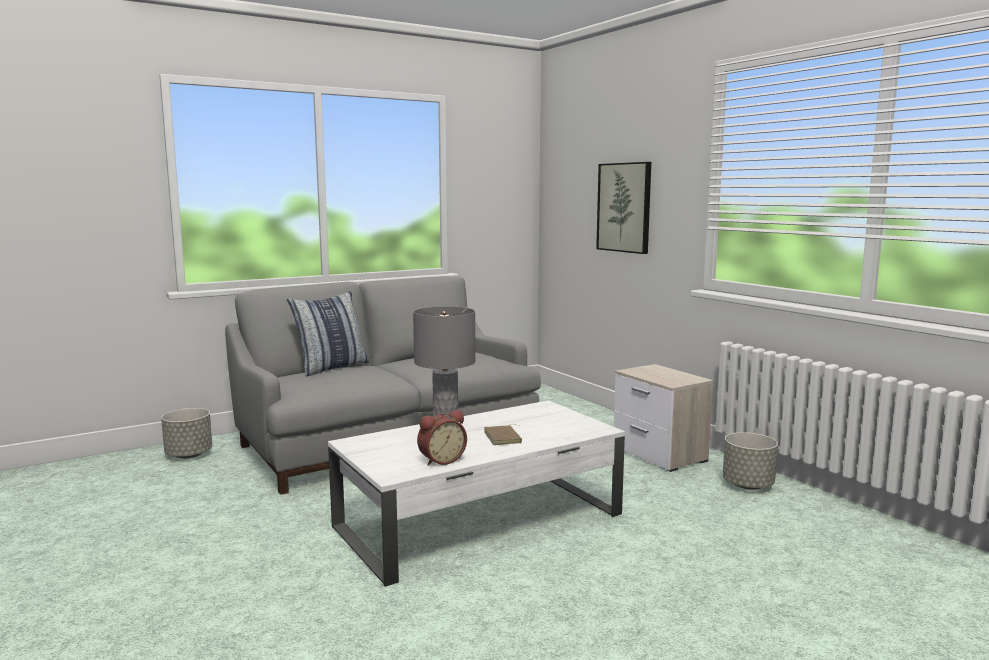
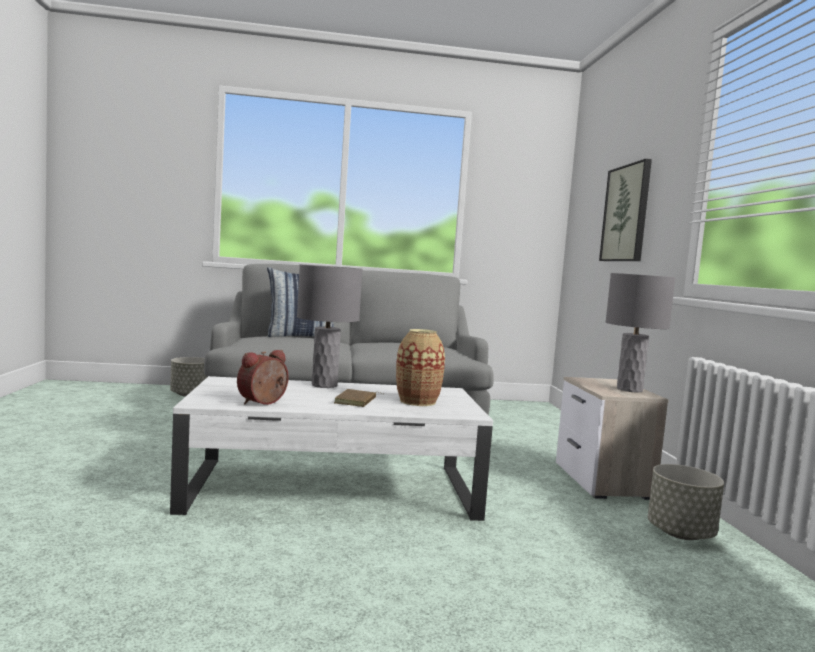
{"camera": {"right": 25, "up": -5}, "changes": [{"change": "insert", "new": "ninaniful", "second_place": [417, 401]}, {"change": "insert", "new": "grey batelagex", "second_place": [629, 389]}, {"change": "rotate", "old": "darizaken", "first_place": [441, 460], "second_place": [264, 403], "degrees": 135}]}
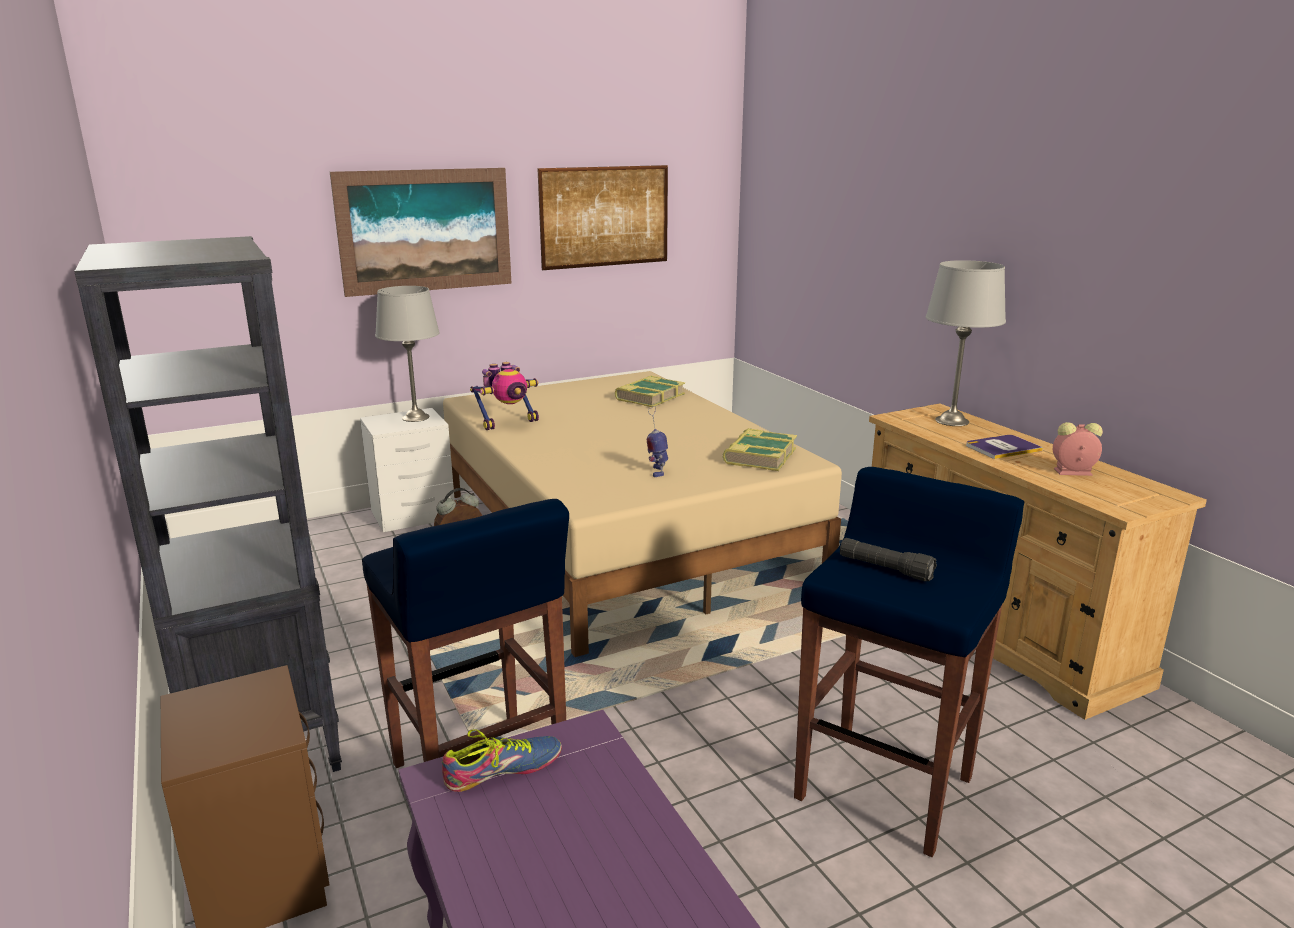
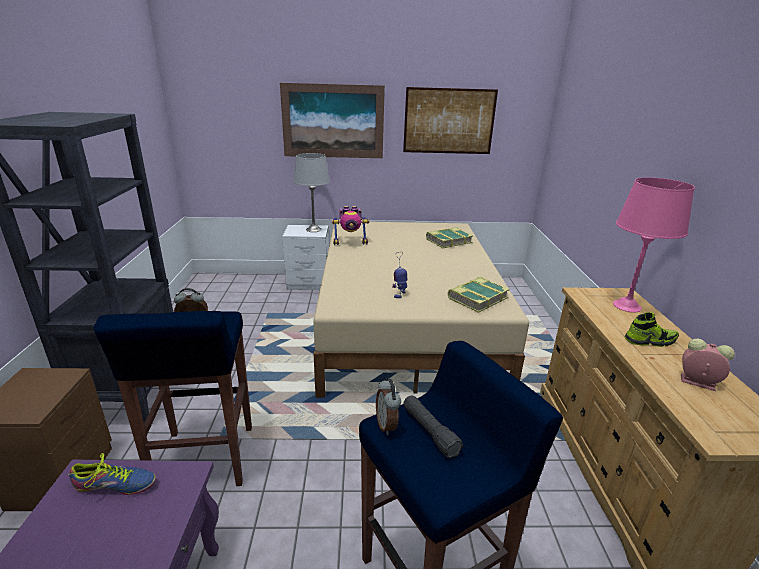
{"camera": {"right": 25, "up": 5}, "changes": [{"change": "insert", "new": "darizaken", "second_place": [387, 425]}, {"change": "replace", "old": "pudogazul", "new": "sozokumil", "first_place": [1002, 448], "second_place": [649, 341]}, {"change": "recolor", "old": "grey batelagex", "new": "pink batelagex", "first_place": [952, 421], "second_place": [627, 306]}]}
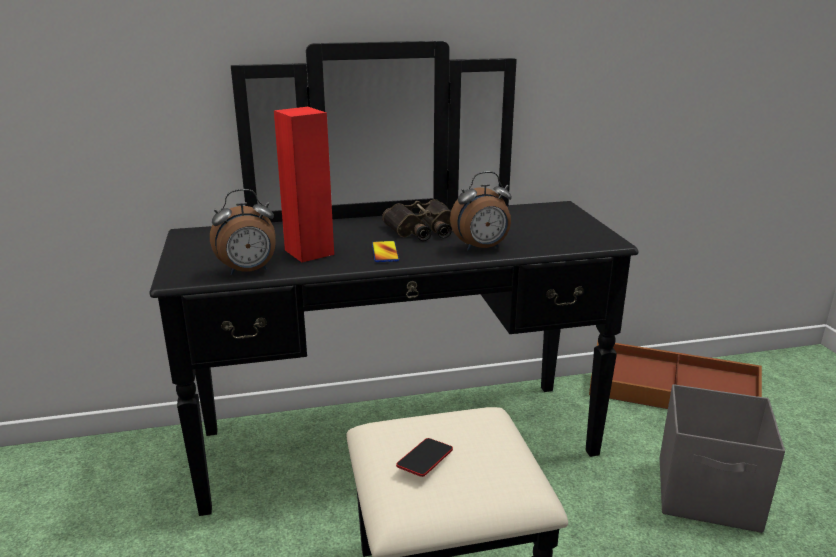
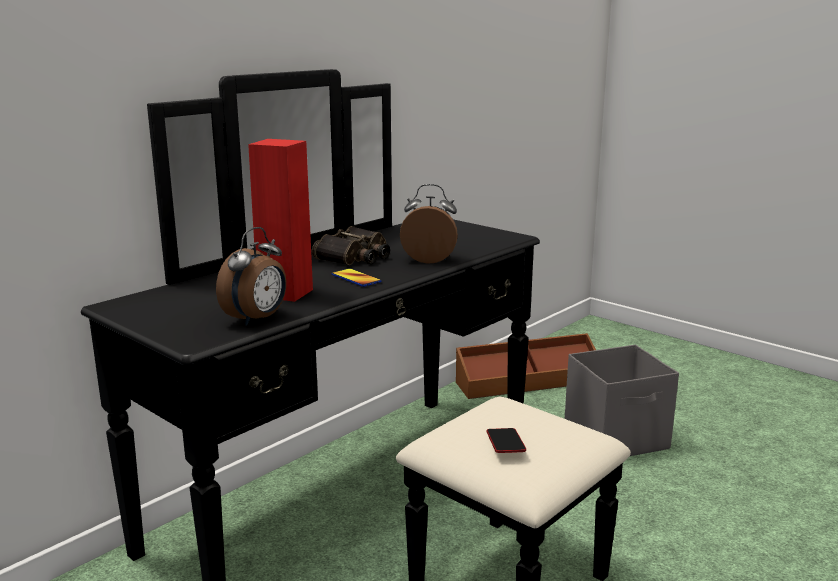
{"camera": {"right": -35, "up": -5}, "changes": [{"change": "rotate", "old": "darizaken", "first_place": [481, 248], "second_place": [430, 259], "degrees": -120}]}
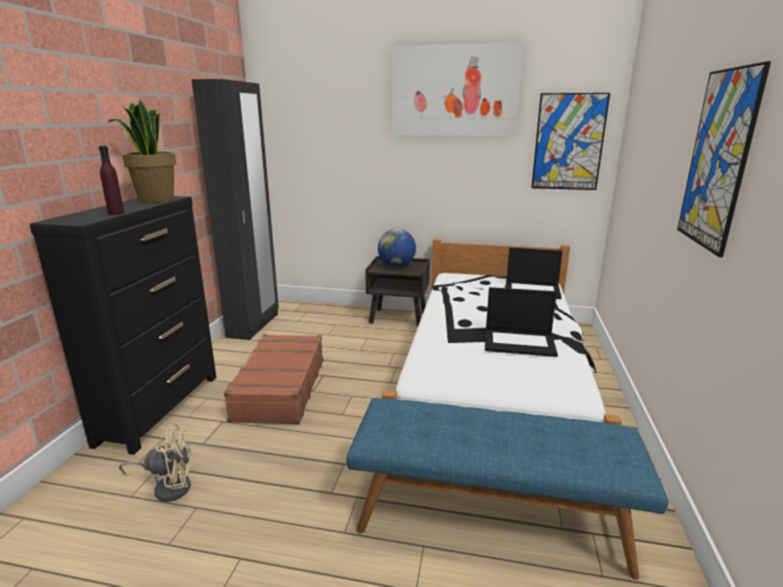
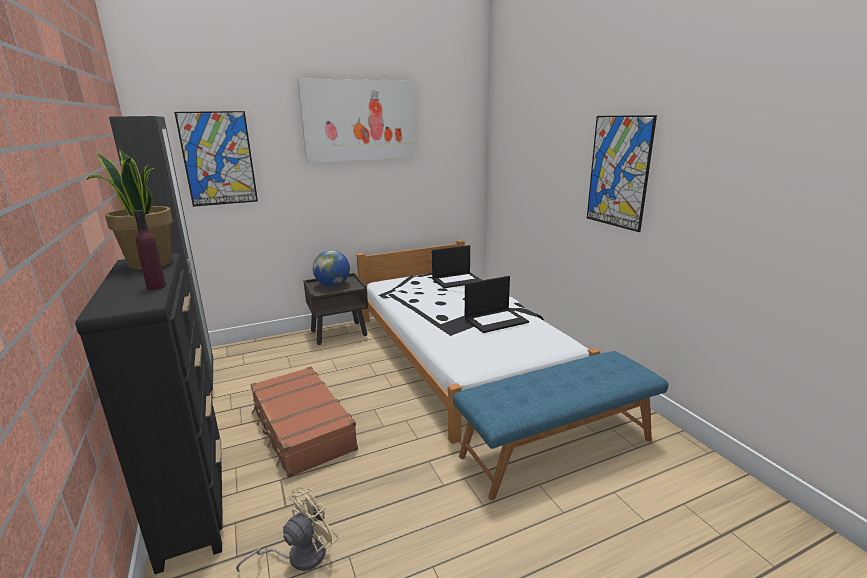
{"camera": {"right": -35, "up": 0}, "changes": [{"change": "move", "old": "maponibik", "first_place": [568, 142], "second_place": [218, 159]}]}
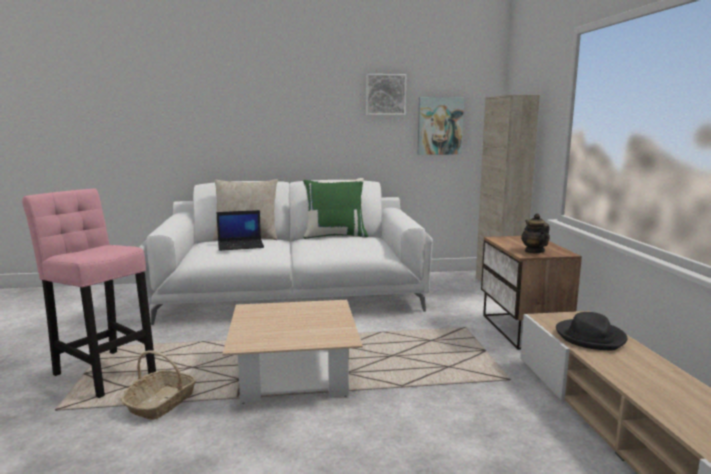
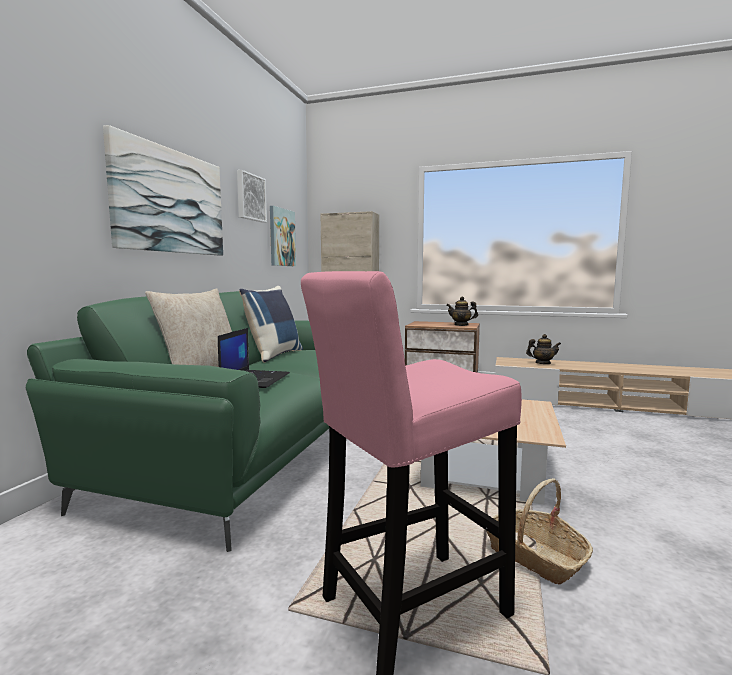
{"camera": {"right": -65, "up": -5}, "changes": [{"change": "insert", "new": "maponibik", "second_place": [170, 201]}, {"change": "replace", "old": "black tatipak", "new": "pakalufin", "first_place": [590, 337], "second_place": [542, 363]}, {"change": "recolor", "old": "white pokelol", "new": "green pokelol", "first_place": [293, 296], "second_place": [261, 442]}, {"change": "recolor", "old": "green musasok", "new": "blue musasok", "first_place": [335, 236], "second_place": [274, 355]}]}
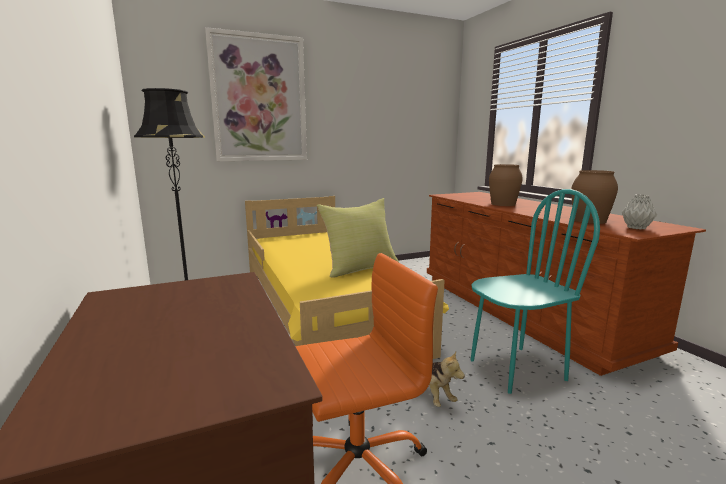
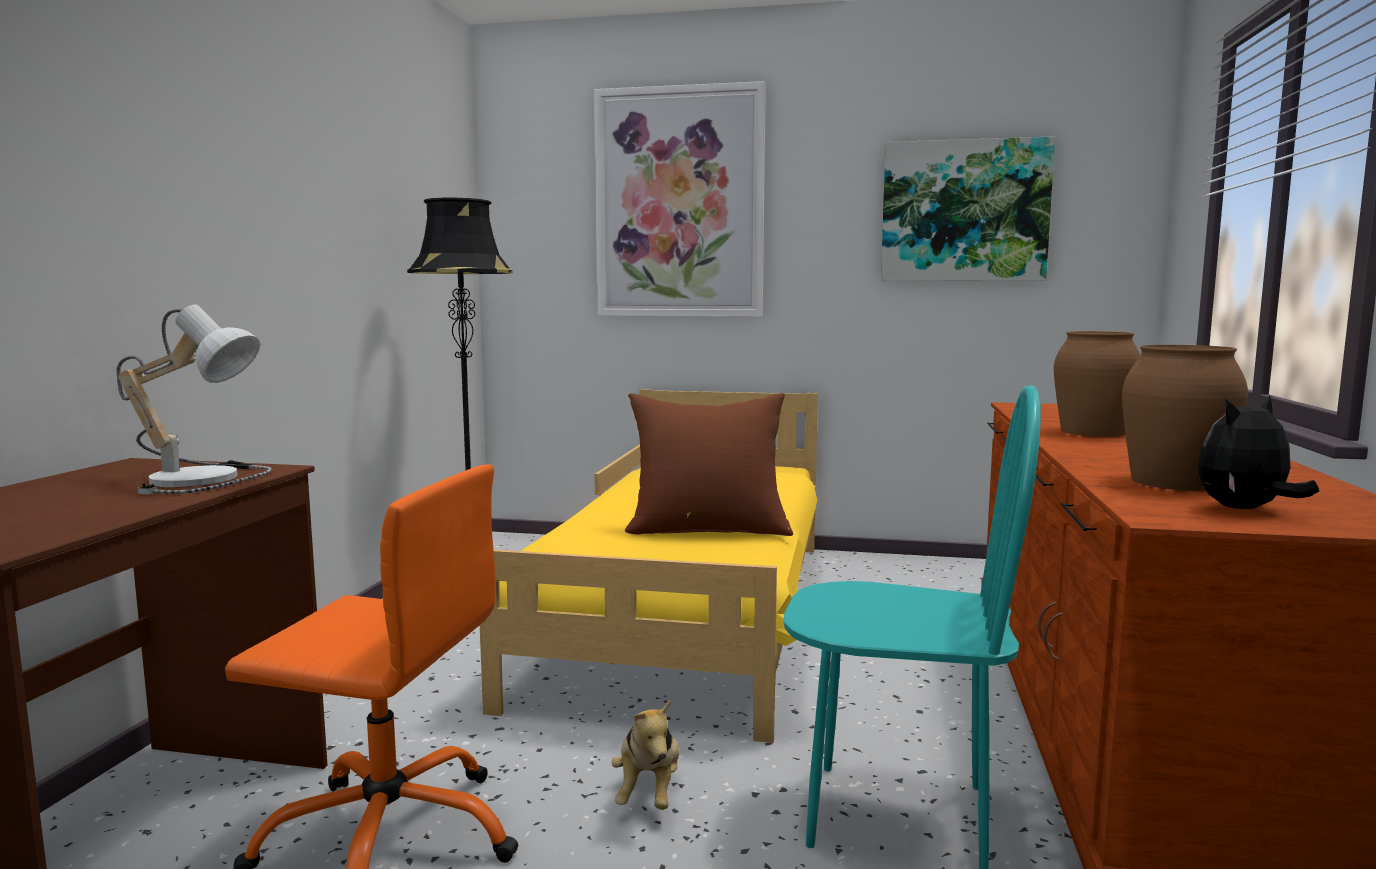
{"camera": {"right": 35, "up": -5}, "changes": [{"change": "insert", "new": "batelagex", "second_place": [205, 477]}, {"change": "insert", "new": "maponibik", "second_place": [964, 211]}, {"change": "replace", "old": "grey ninaniful", "new": "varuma", "first_place": [636, 228], "second_place": [1245, 510]}, {"change": "recolor", "old": "yellow musasok", "new": "brown musasok", "first_place": [360, 268], "second_place": [708, 529]}]}
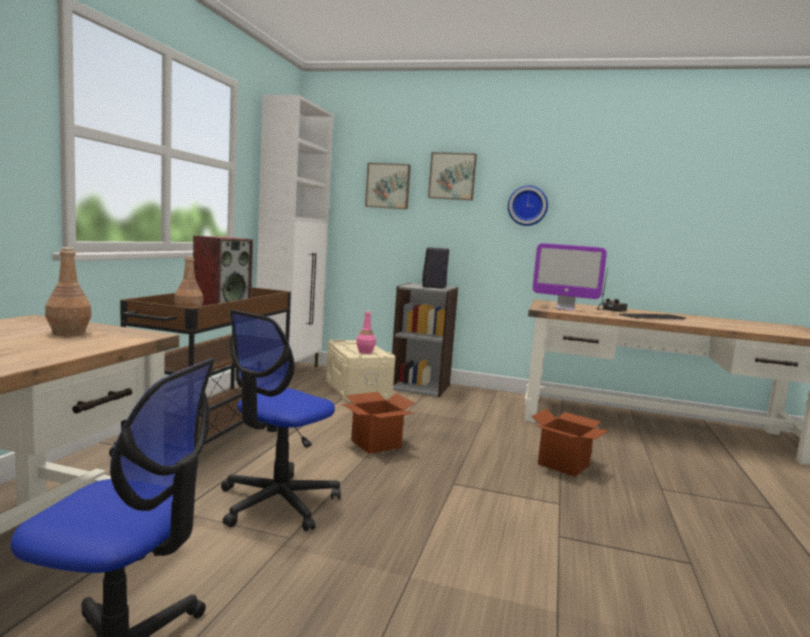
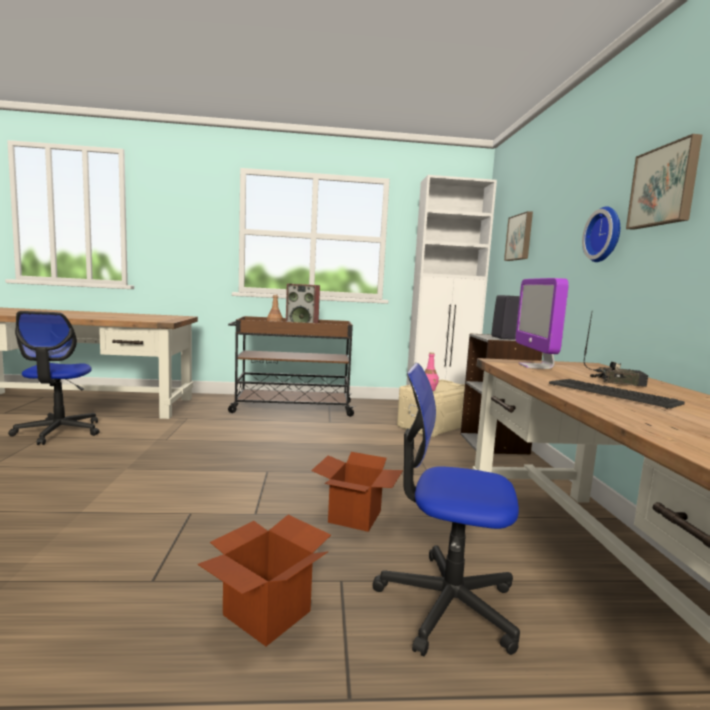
{"camera": {"right": 70, "up": 0}, "changes": [{"change": "delete", "old": "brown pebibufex", "first_place": [69, 333]}, {"change": "move", "old": "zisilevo", "first_place": [277, 503], "second_place": [446, 603]}, {"change": "move", "old": "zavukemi", "first_place": [376, 444], "second_place": [267, 613]}, {"change": "move", "old": "maponibik", "first_place": [452, 176], "second_place": [664, 186]}]}
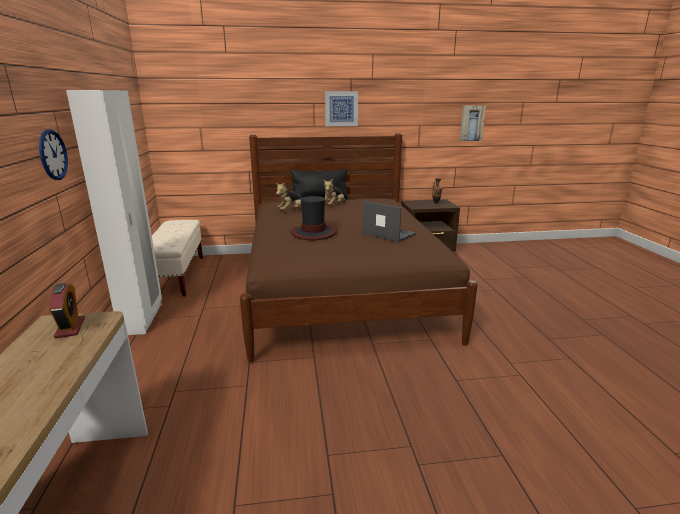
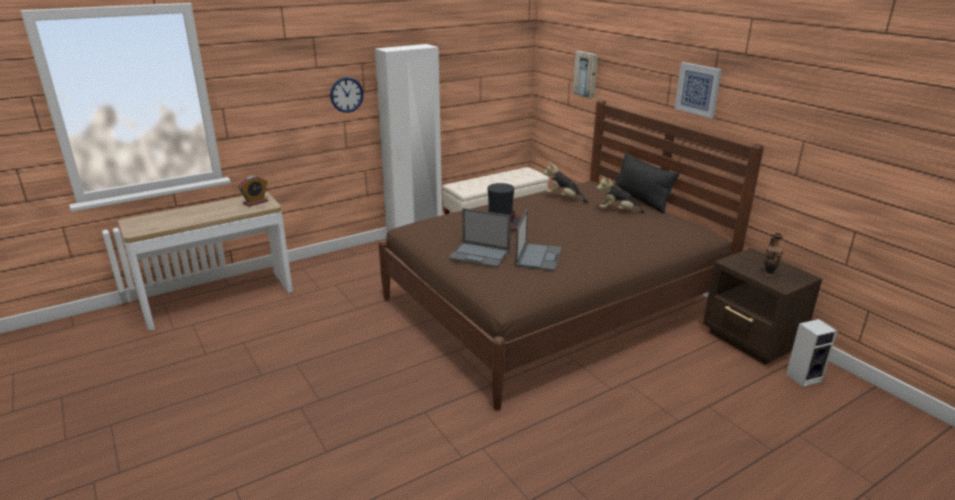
{"camera": {"right": 65, "up": 5}, "changes": [{"change": "insert", "new": "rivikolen", "second_place": [480, 255]}, {"change": "insert", "new": "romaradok", "second_place": [804, 377]}, {"change": "move", "old": "maponibik", "first_place": [471, 123], "second_place": [586, 74]}]}
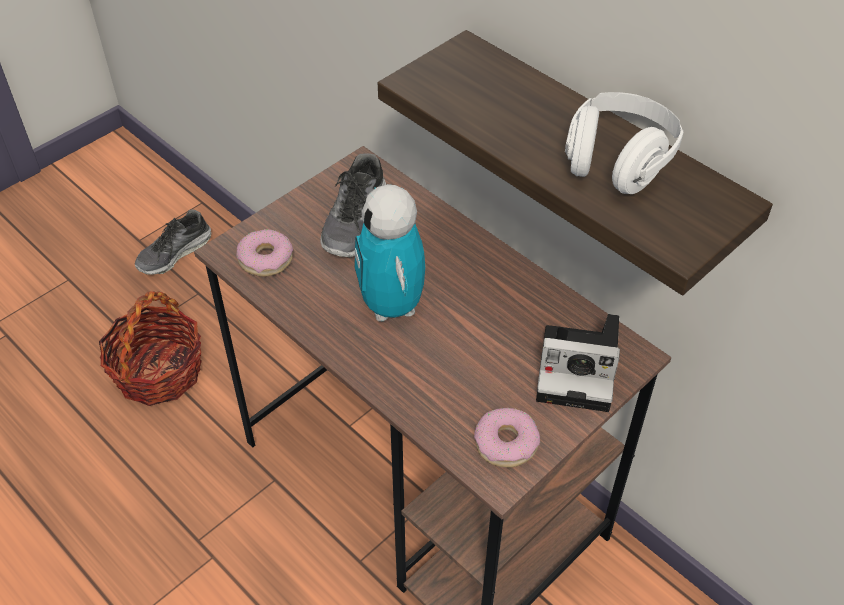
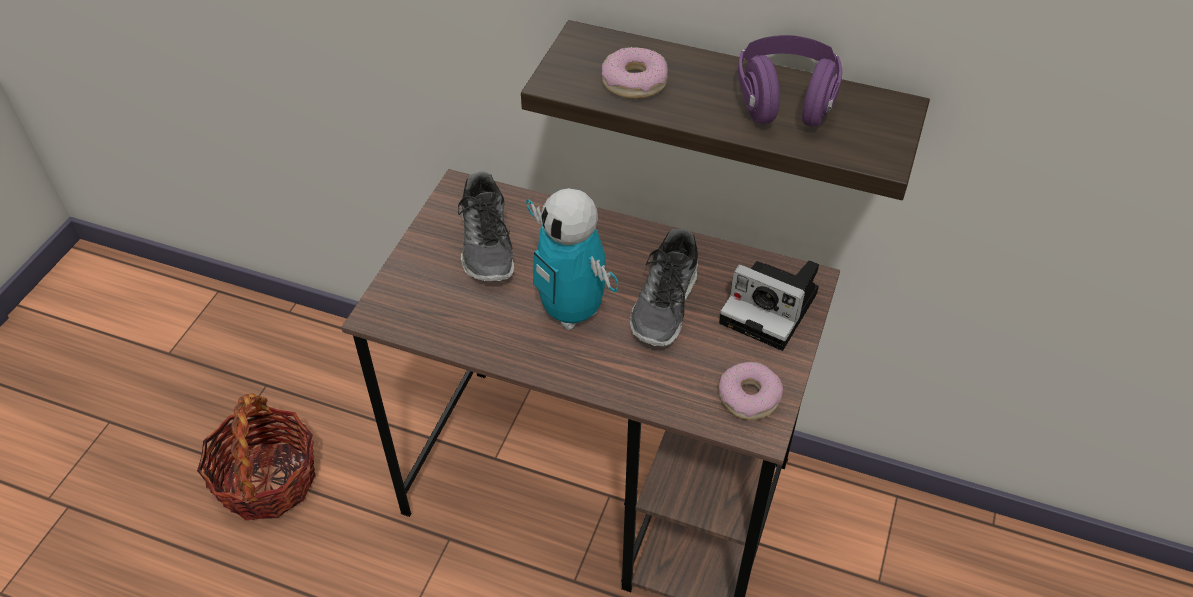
{"camera": {"right": -25, "up": 0}, "changes": [{"change": "move", "old": "sozokumil", "first_place": [175, 253], "second_place": [665, 304]}, {"change": "move", "old": "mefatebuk", "first_place": [265, 259], "second_place": [634, 82]}, {"change": "recolor", "old": "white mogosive", "new": "purple mogosive", "first_place": [617, 163], "second_place": [785, 102]}, {"change": "rotate", "old": "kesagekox", "first_place": [580, 370], "second_place": [773, 308], "degrees": 45}]}
